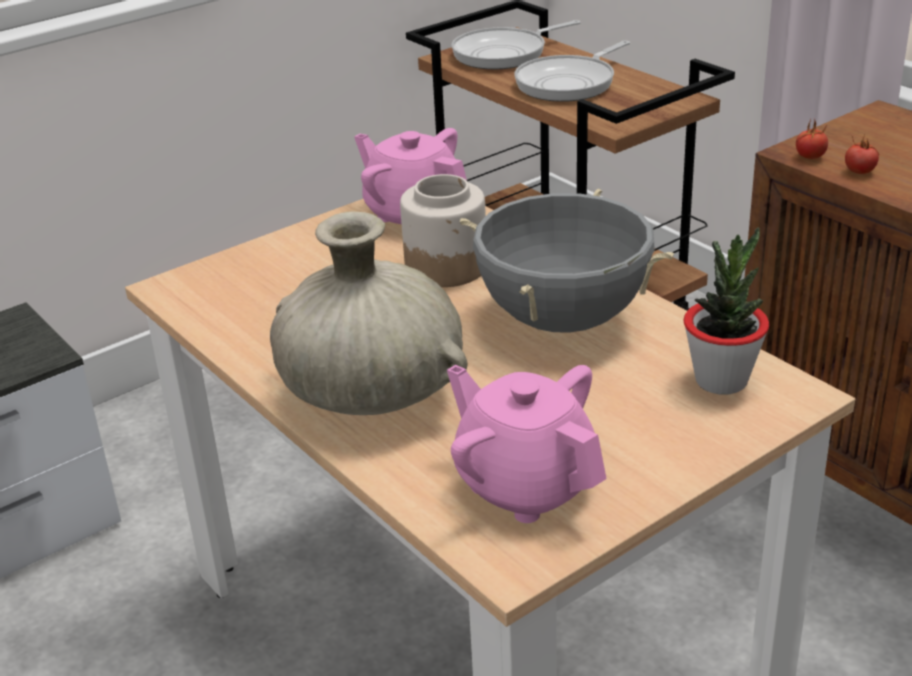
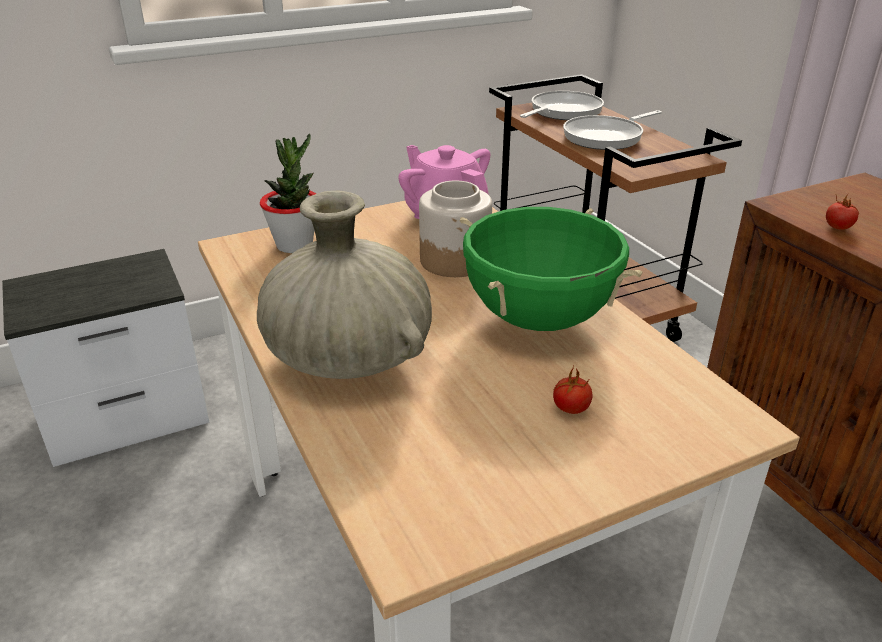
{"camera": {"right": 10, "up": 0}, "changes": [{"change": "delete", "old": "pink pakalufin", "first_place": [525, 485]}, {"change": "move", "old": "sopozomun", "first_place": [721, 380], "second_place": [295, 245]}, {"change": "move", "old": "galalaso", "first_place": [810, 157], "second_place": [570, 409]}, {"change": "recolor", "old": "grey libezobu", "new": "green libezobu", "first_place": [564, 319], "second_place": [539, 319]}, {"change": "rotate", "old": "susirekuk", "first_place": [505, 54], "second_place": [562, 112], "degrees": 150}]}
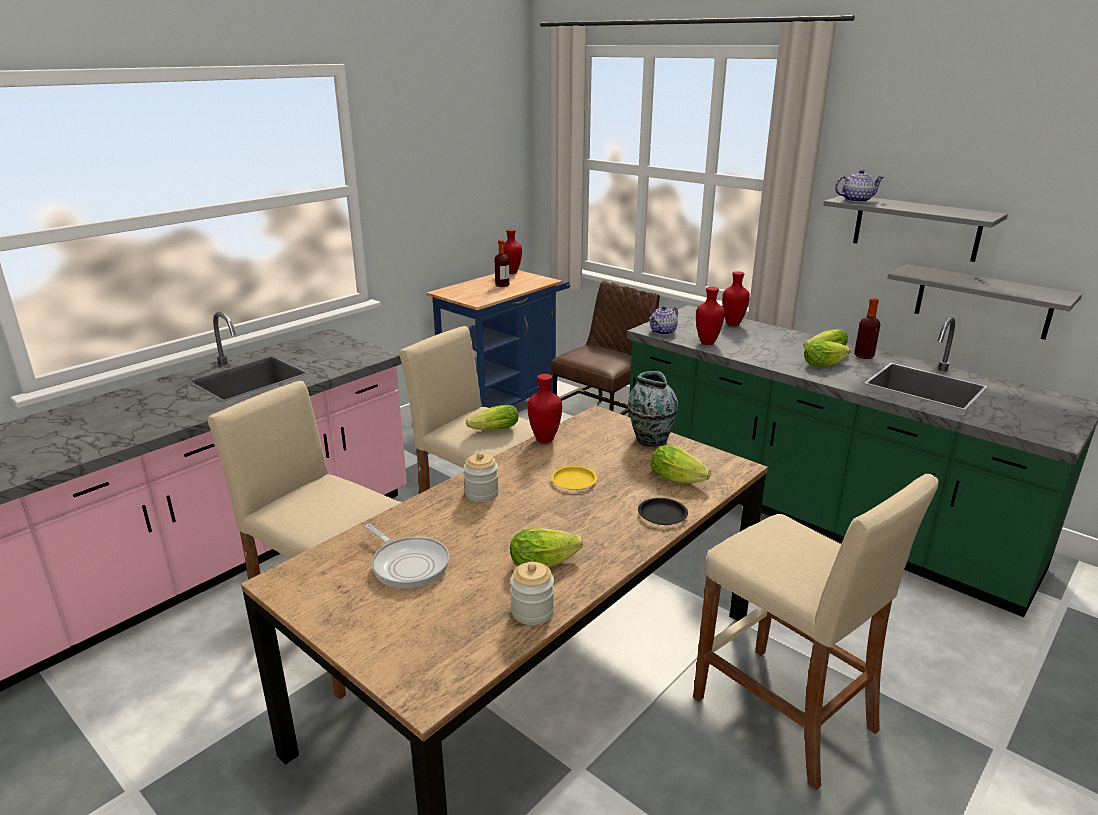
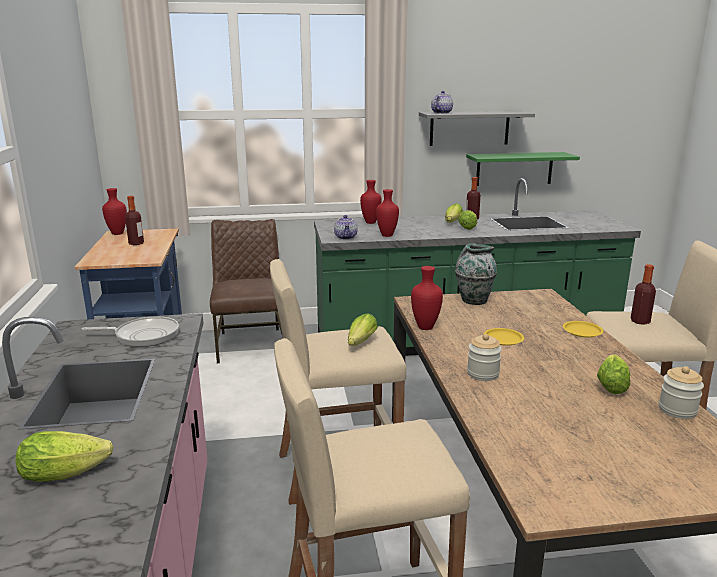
{"camera": {"right": -50, "up": -5}, "changes": [{"change": "insert", "new": "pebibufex", "second_place": [640, 321]}, {"change": "move", "old": "susirekuk", "first_place": [408, 564], "second_place": [143, 336]}, {"change": "move", "old": "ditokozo", "first_place": [680, 479], "second_place": [69, 472]}, {"change": "recolor", "old": "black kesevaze", "new": "yellow kesevaze", "first_place": [662, 515], "second_place": [582, 332]}, {"change": "recolor", "old": "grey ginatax", "new": "green ginatax", "first_place": [982, 302], "second_place": [514, 169]}]}
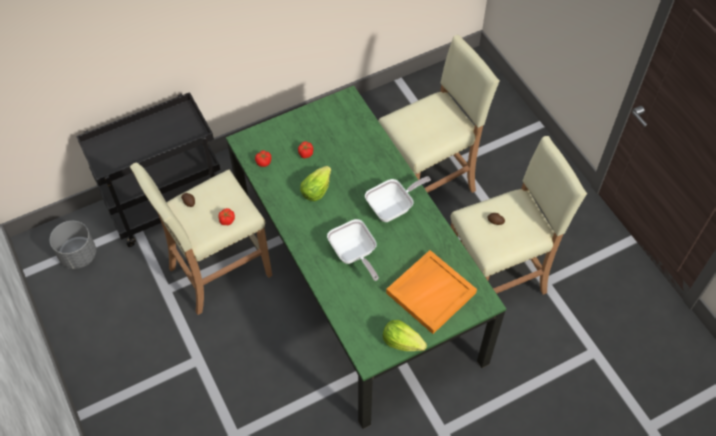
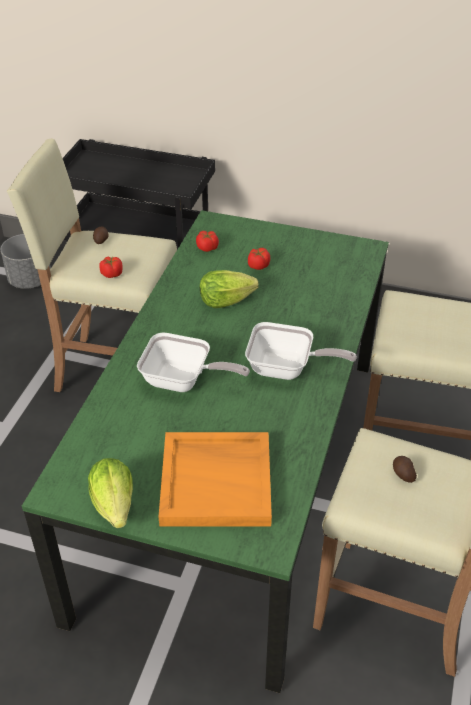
{"camera": {"right": 45, "up": -15}, "changes": [{"change": "rotate", "old": "susirekuk", "first_place": [354, 255], "second_place": [183, 381], "degrees": -90}]}
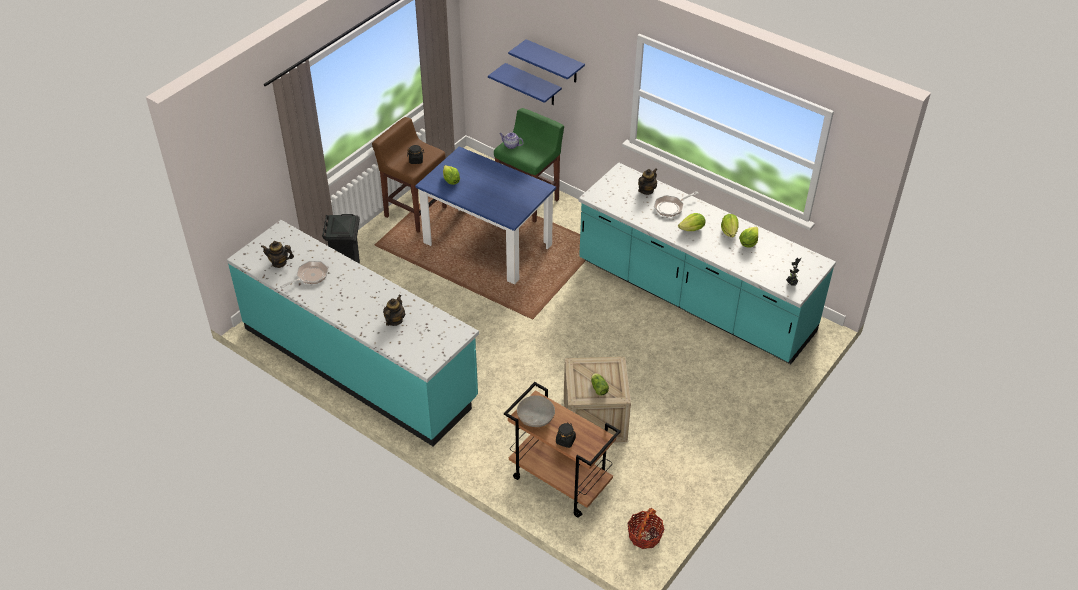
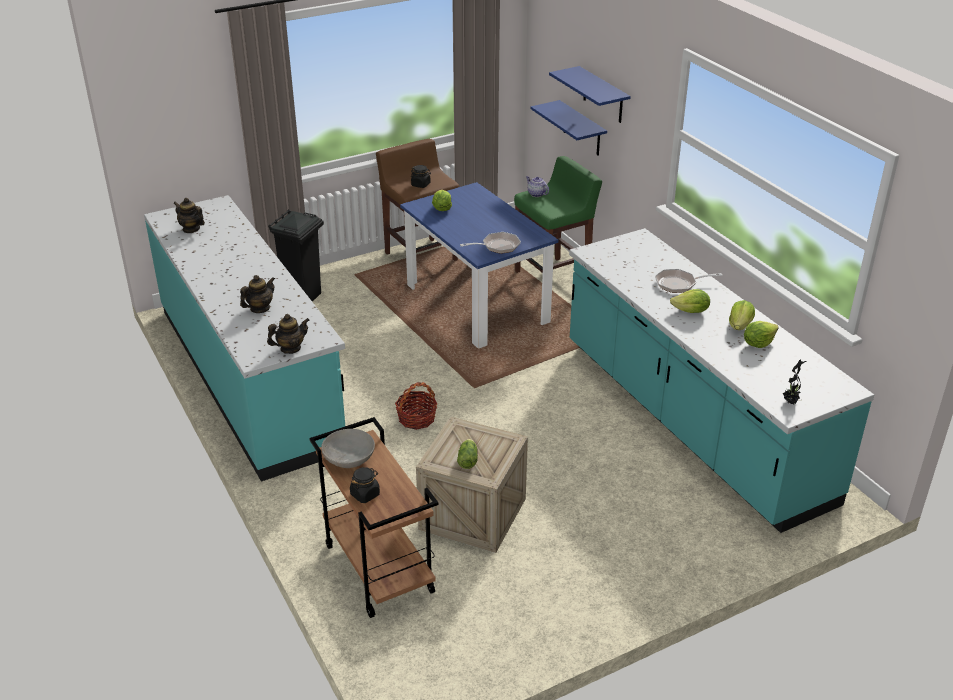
{"camera": {"right": 25, "up": -10}, "changes": [{"change": "move", "old": "susirekuk", "first_place": [310, 276], "second_place": [497, 246]}, {"change": "move", "old": "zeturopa", "first_place": [644, 536], "second_place": [416, 418]}, {"change": "move", "old": "pakalufin", "first_place": [646, 190], "second_place": [290, 348]}]}
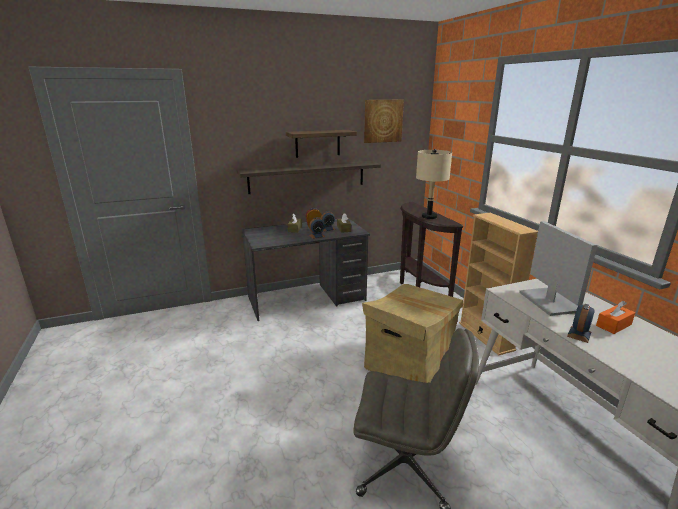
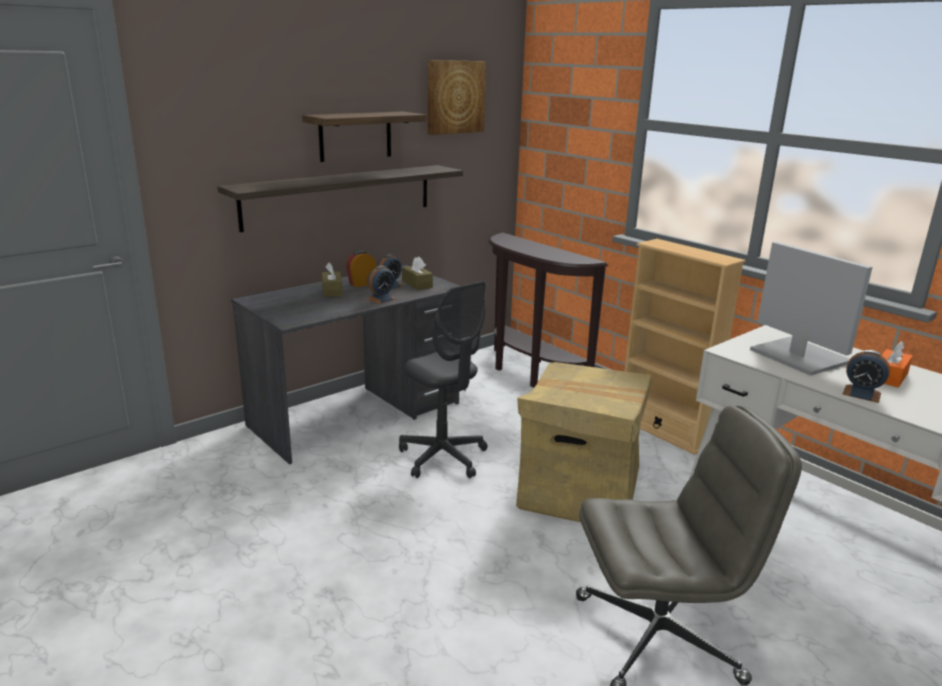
{"camera": {"right": -20, "up": 0}, "changes": [{"change": "delete", "old": "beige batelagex", "first_place": [429, 217]}, {"change": "insert", "new": "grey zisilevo", "second_place": [443, 457]}, {"change": "rotate", "old": "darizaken", "first_place": [579, 334], "second_place": [861, 394], "degrees": -75}]}
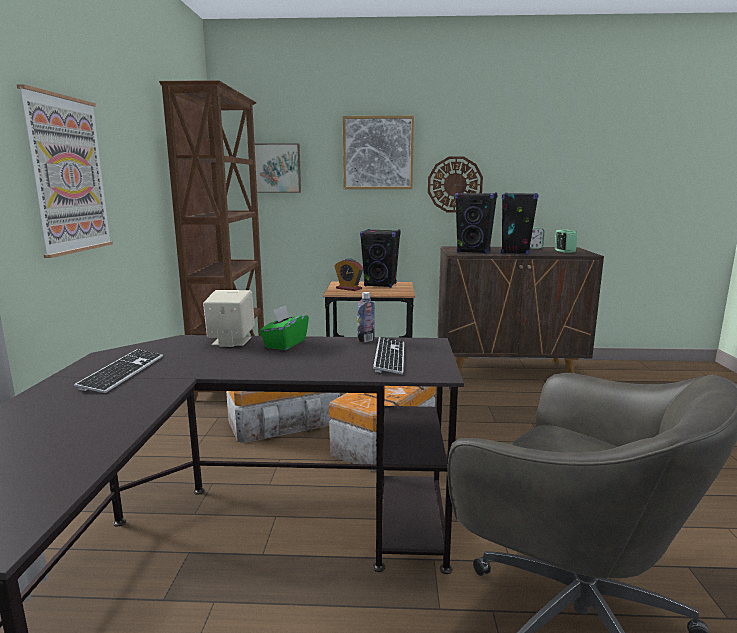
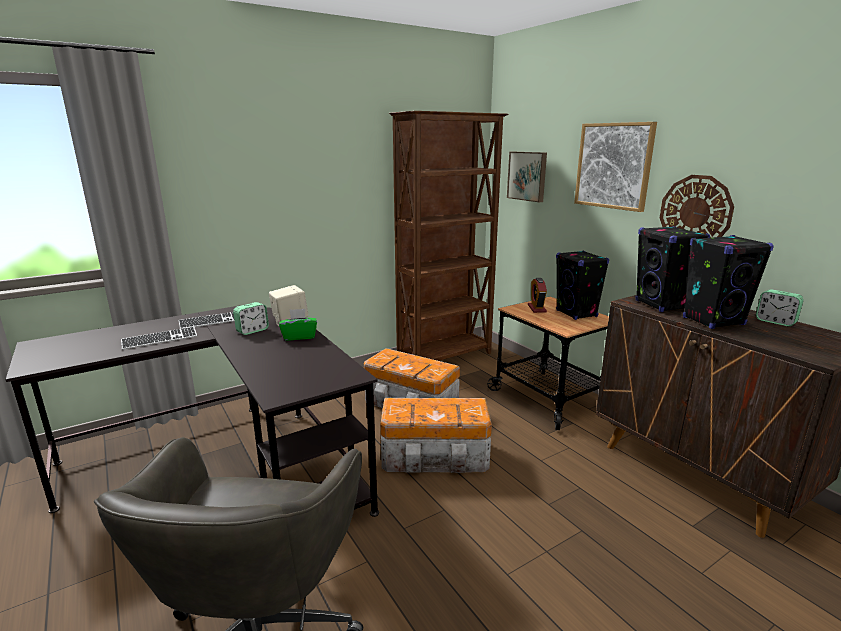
{"camera": {"right": 55, "up": 5}, "changes": [{"change": "delete", "old": "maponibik", "first_place": [68, 175]}, {"change": "delete", "old": "pebibufex", "first_place": [366, 340]}, {"change": "move", "old": "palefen", "first_place": [389, 357], "second_place": [160, 340]}, {"change": "move", "old": "darizaken", "first_place": [564, 251], "second_place": [252, 330]}]}
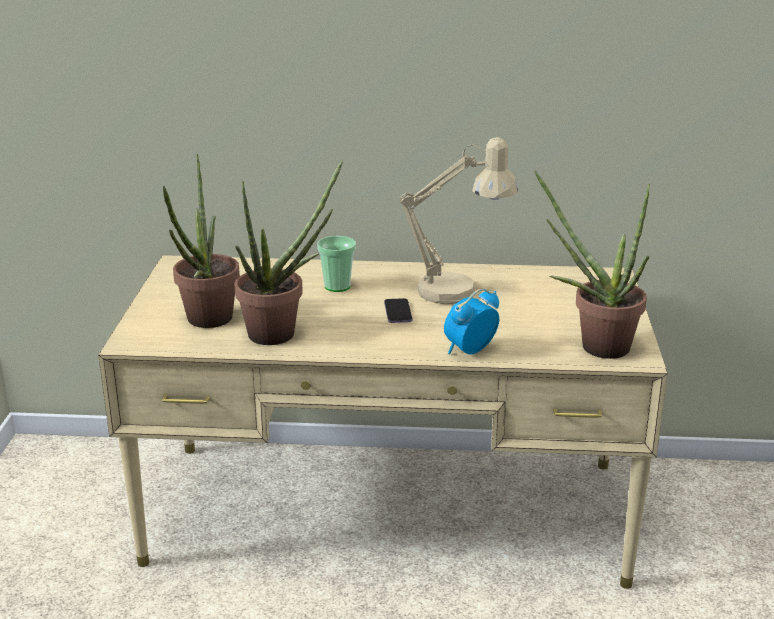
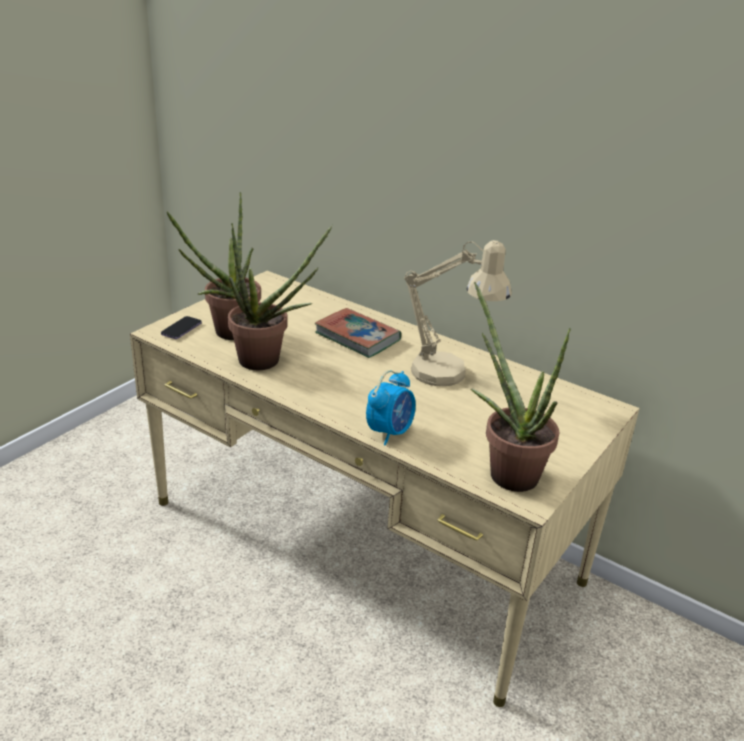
{"camera": {"right": 30, "up": 5}, "changes": [{"change": "move", "old": "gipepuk", "first_place": [398, 312], "second_place": [181, 329]}, {"change": "replace", "old": "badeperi", "new": "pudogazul", "first_place": [337, 286], "second_place": [357, 337]}, {"change": "rotate", "old": "darizaken", "first_place": [469, 351], "second_place": [390, 432], "degrees": 135}]}
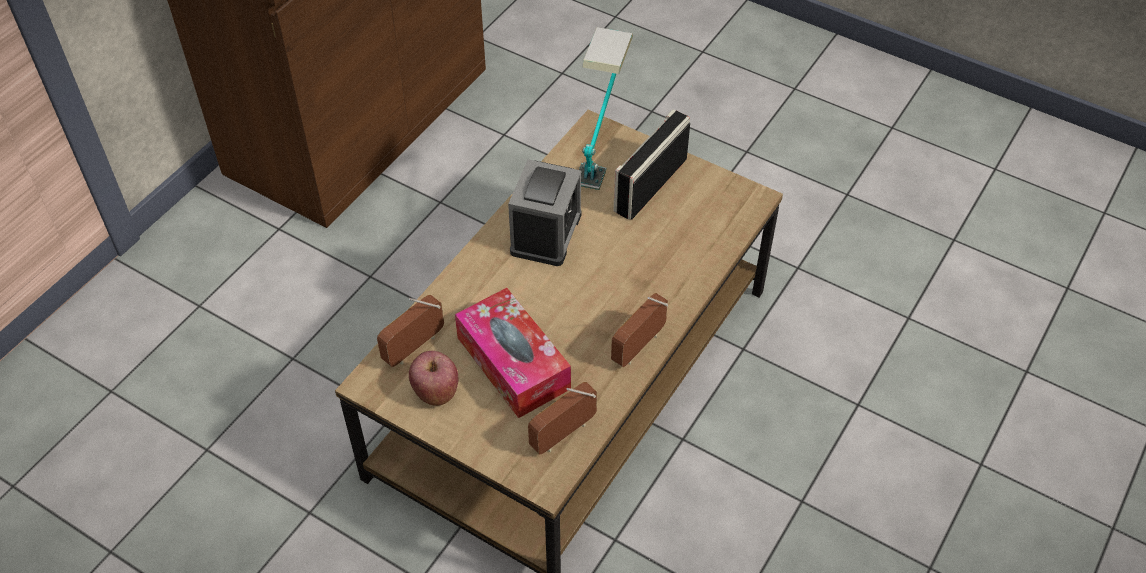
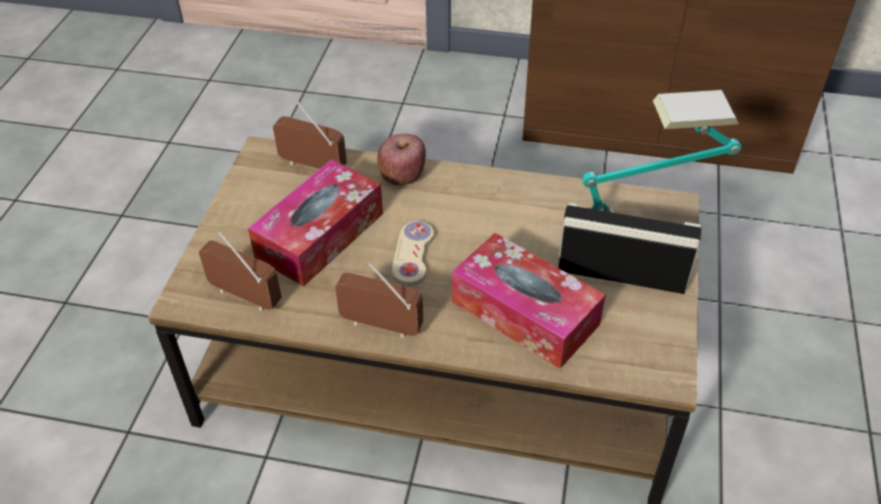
{"camera": {"right": 70, "up": -5}, "changes": [{"change": "delete", "old": "darizaken", "first_place": [546, 233]}, {"change": "insert", "new": "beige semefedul", "second_place": [413, 255]}, {"change": "insert", "new": "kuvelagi", "second_place": [525, 313]}, {"change": "move", "old": "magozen", "first_place": [436, 392], "second_place": [402, 176]}]}
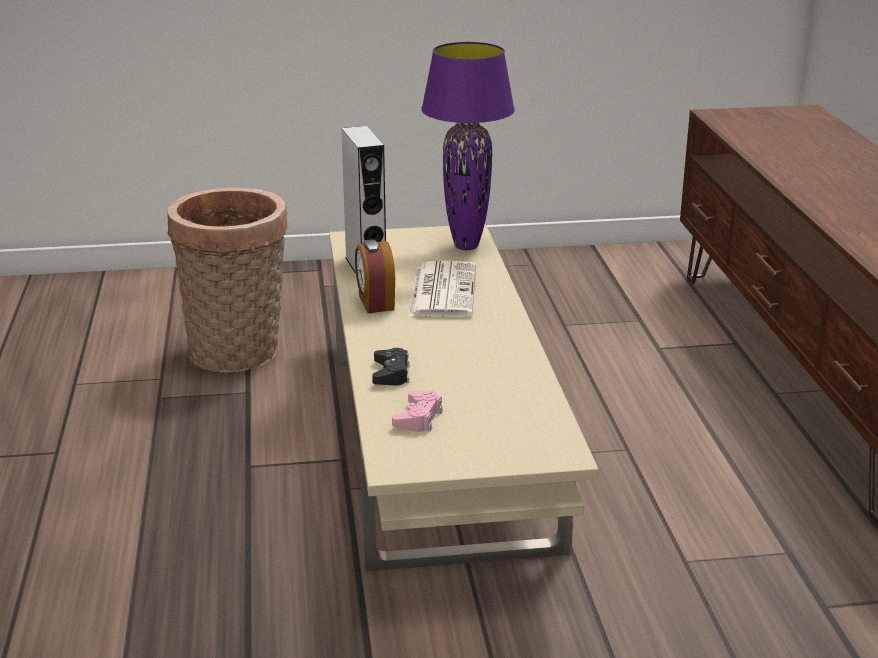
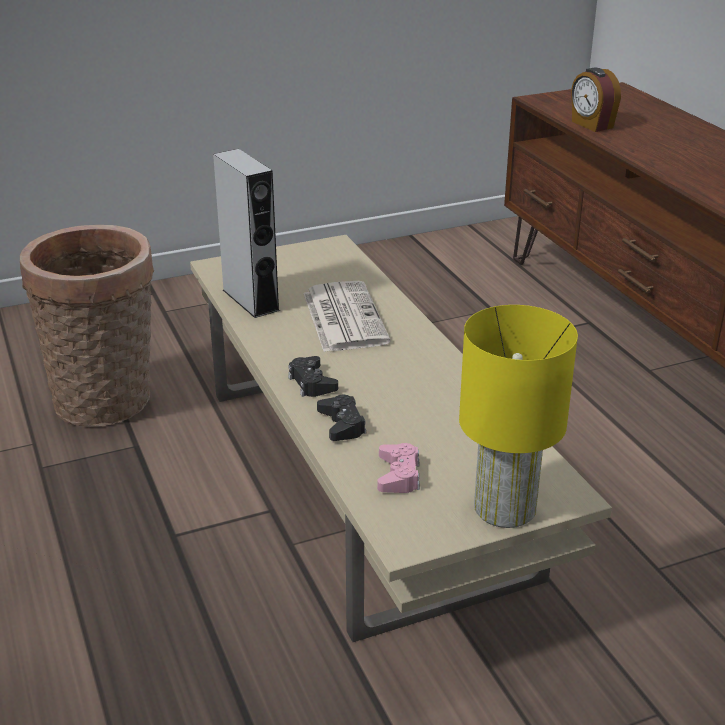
{"camera": {"right": -15, "up": 5}, "changes": [{"change": "delete", "old": "purple batelagex", "first_place": [466, 246]}, {"change": "insert", "new": "black semefedul", "second_place": [312, 383]}, {"change": "insert", "new": "yellow batelagex", "second_place": [504, 510]}, {"change": "move", "old": "darizaken", "first_place": [375, 303], "second_place": [591, 125]}]}
